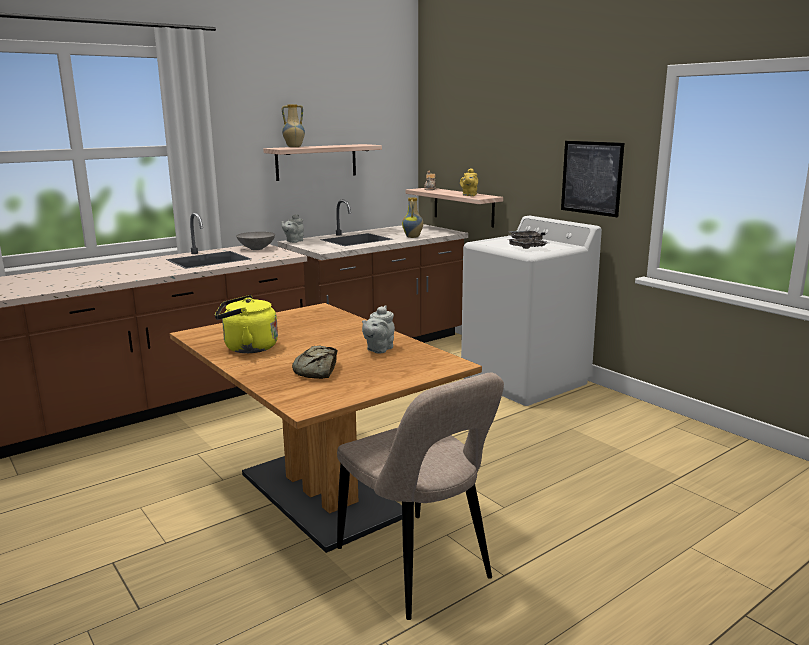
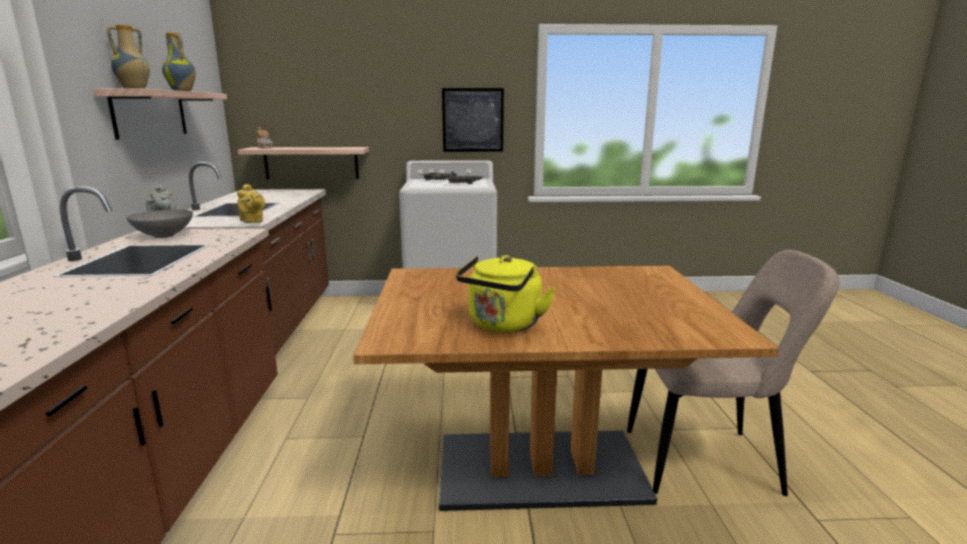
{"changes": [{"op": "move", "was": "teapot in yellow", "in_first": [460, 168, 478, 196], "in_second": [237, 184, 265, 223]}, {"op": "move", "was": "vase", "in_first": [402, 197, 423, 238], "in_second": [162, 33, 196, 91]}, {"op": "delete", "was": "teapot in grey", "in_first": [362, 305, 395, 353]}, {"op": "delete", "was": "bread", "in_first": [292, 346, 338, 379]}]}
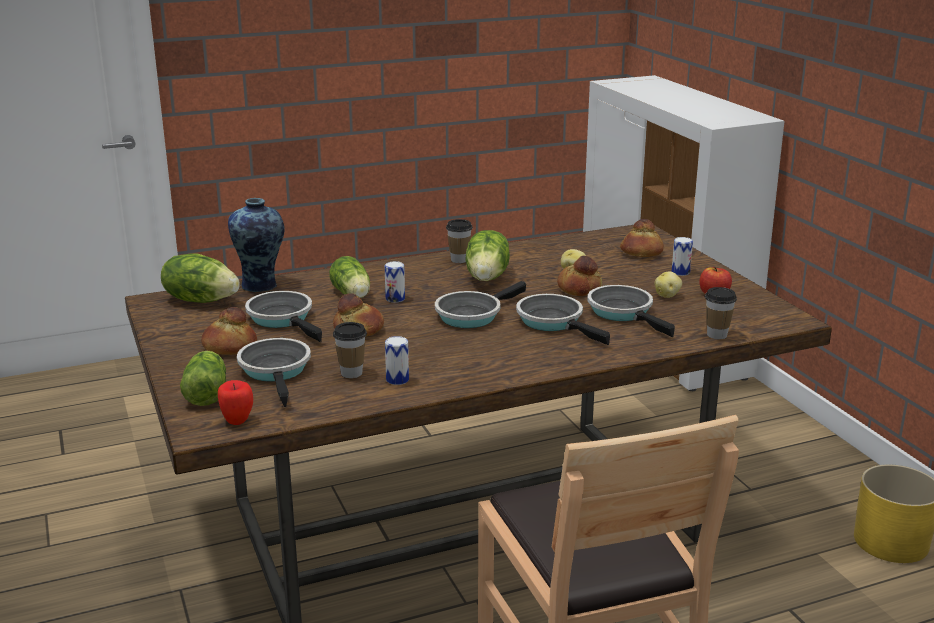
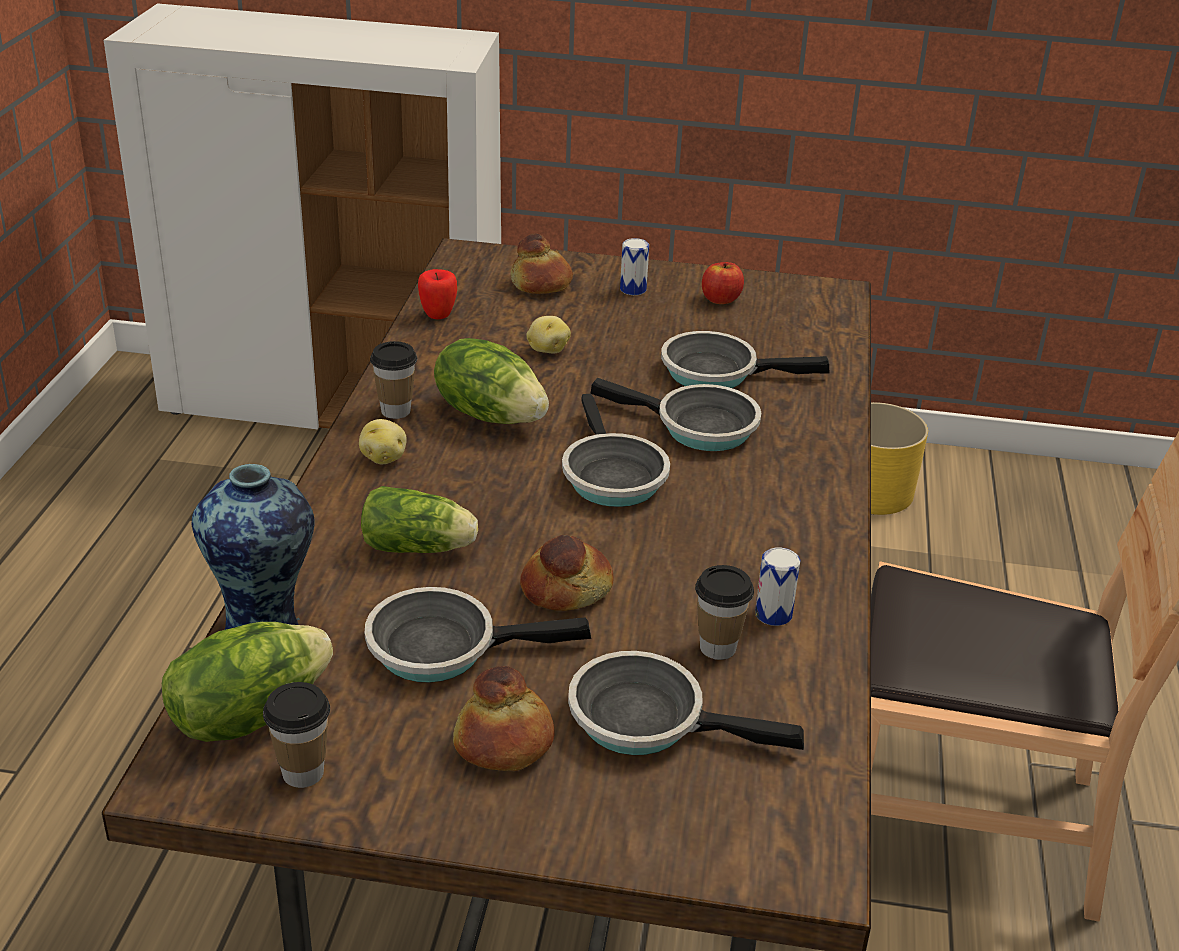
{"changes": [{"op": "delete", "was": "bread", "in_first": [557, 256, 602, 296]}, {"op": "delete", "was": "can", "in_first": [385, 261, 405, 303]}, {"op": "move", "was": "potato", "in_first": [655, 272, 682, 298], "in_second": [359, 419, 407, 464]}, {"op": "move", "was": "cup", "in_first": [705, 287, 737, 339], "in_second": [263, 682, 330, 788]}, {"op": "rotate", "was": "frying pan", "in_first": [516, 294, 610, 345], "in_second": [590, 378, 761, 451], "clockwise": -150}, {"op": "delete", "was": "lettuce", "in_first": [180, 351, 226, 406]}, {"op": "move", "was": "apple", "in_first": [218, 380, 253, 425], "in_second": [418, 269, 457, 319]}]}
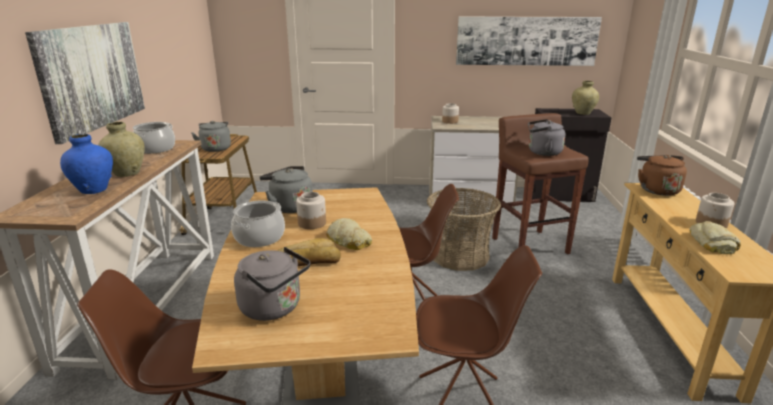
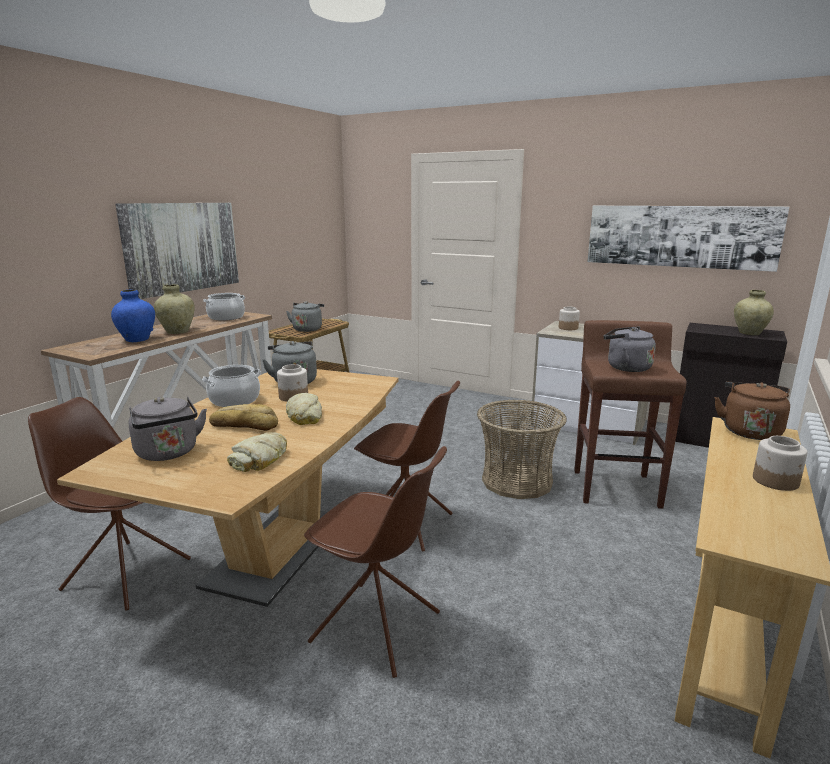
{"changes": [{"op": "move", "was": "bread", "in_first": [689, 221, 741, 254], "in_second": [227, 432, 287, 472]}]}
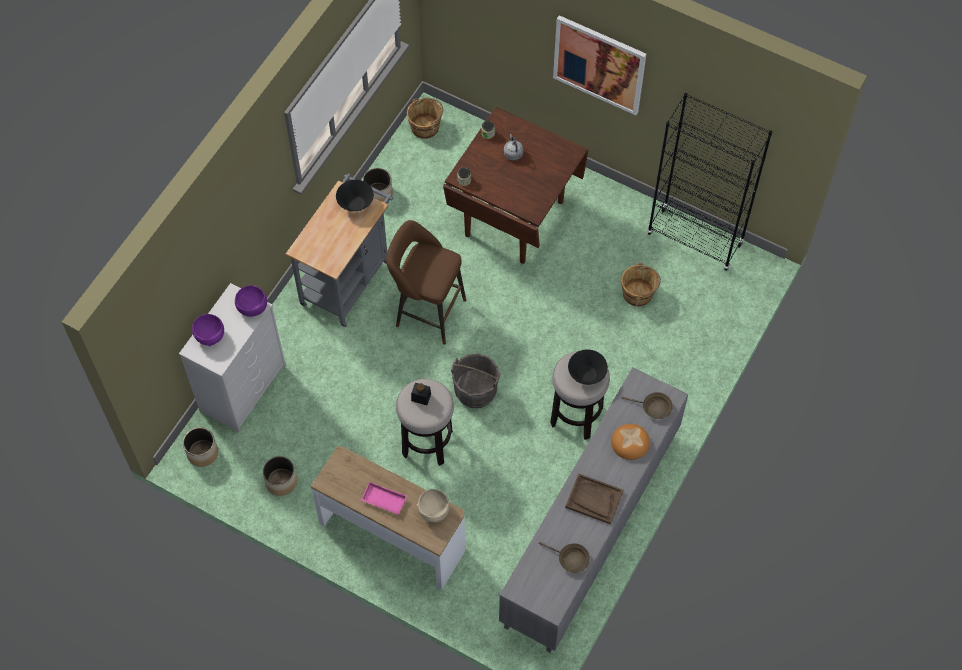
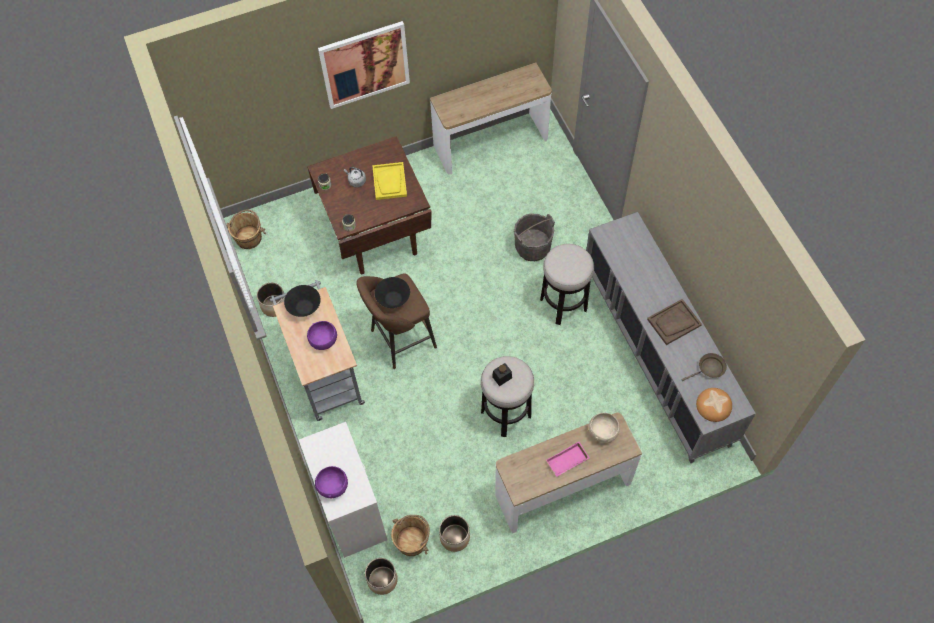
{"changes": [{"op": "replace", "was": "bookcase in black", "now": "console table", "in_first": [647, 93, 772, 271], "in_second": [430, 63, 551, 174]}, {"op": "move", "was": "bucket in brown", "in_first": [621, 262, 661, 307], "in_second": [391, 515, 430, 556]}, {"op": "move", "was": "bowl in purple", "in_first": [235, 285, 267, 317], "in_second": [307, 321, 337, 350]}, {"op": "move", "was": "bowl in black", "in_first": [568, 349, 608, 385], "in_second": [375, 277, 410, 308]}, {"op": "move", "was": "bucket in grey", "in_first": [451, 353, 501, 408], "in_second": [514, 213, 555, 261]}, {"op": "delete", "was": "frying pan in brown", "in_first": [621, 392, 673, 419]}, {"op": "move", "was": "bread", "in_first": [611, 424, 650, 460], "in_second": [696, 388, 732, 422]}, {"op": "insert", "now": "tray in yellow", "in_second": [372, 162, 407, 200]}]}
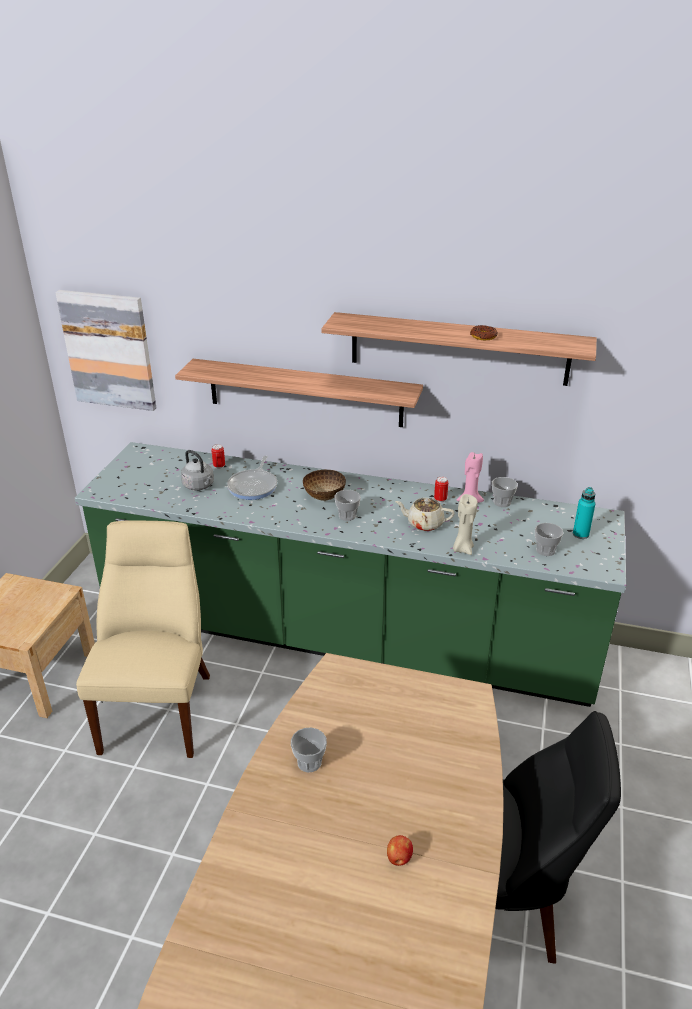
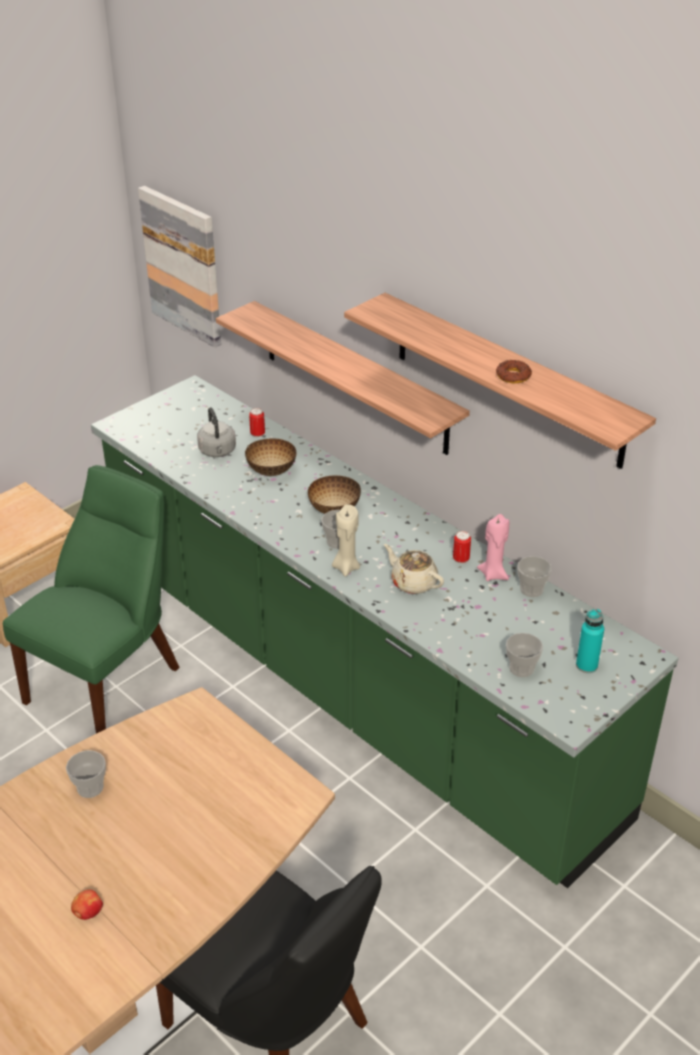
{"changes": [{"op": "replace", "was": "frying pan", "now": "bowl", "in_first": [227, 456, 277, 500], "in_second": [245, 438, 297, 476]}, {"op": "move", "was": "candle in beige", "in_first": [453, 494, 478, 555], "in_second": [332, 504, 360, 577]}, {"op": "recolor", "was": "chair in beige", "now": "chair in green", "in_first": [76, 520, 210, 758], "in_second": [3, 465, 180, 733]}]}
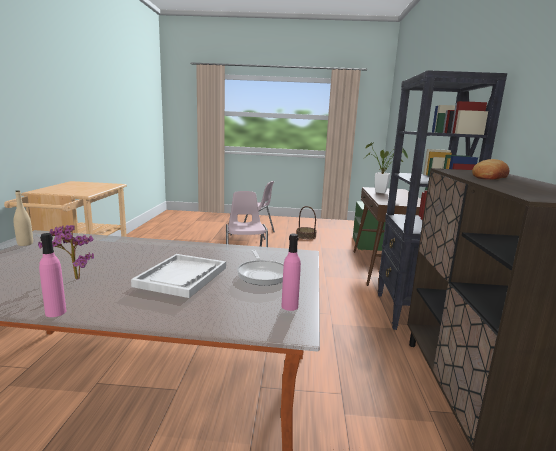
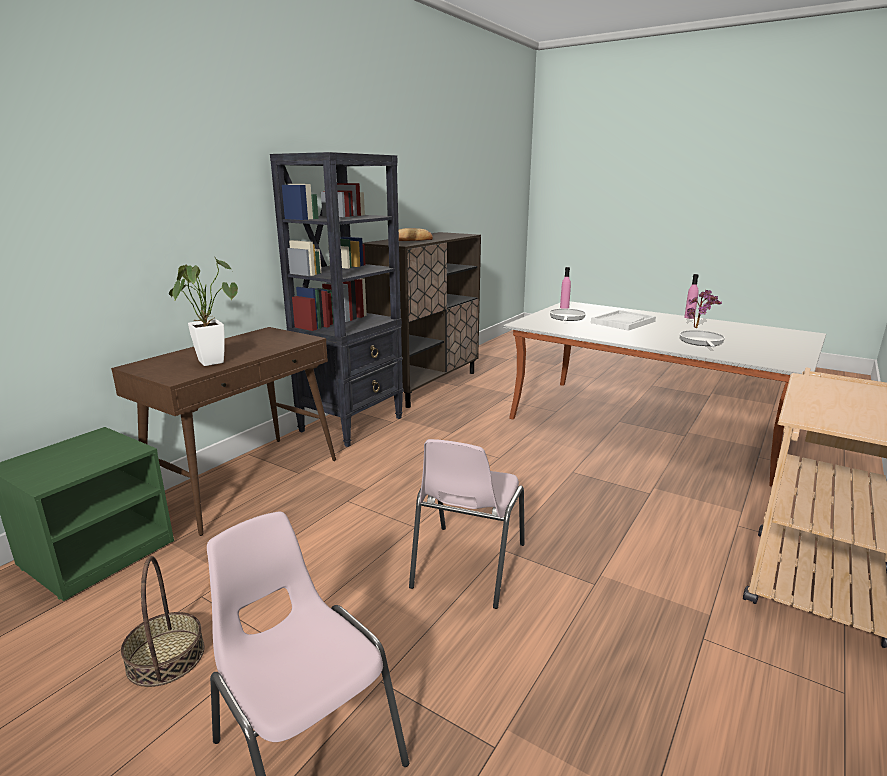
{"changes": [{"op": "delete", "was": "bottle in beige", "in_first": [13, 190, 33, 246]}, {"op": "insert", "now": "frying pan", "in_second": [679, 330, 725, 347]}]}
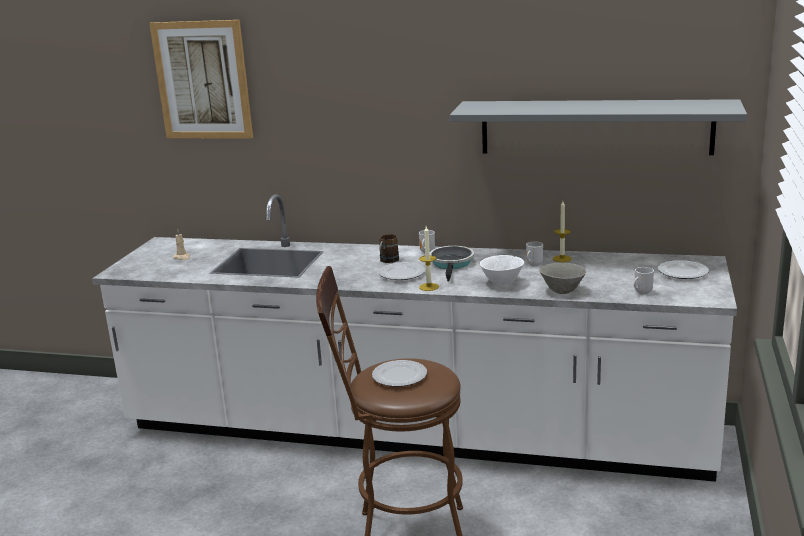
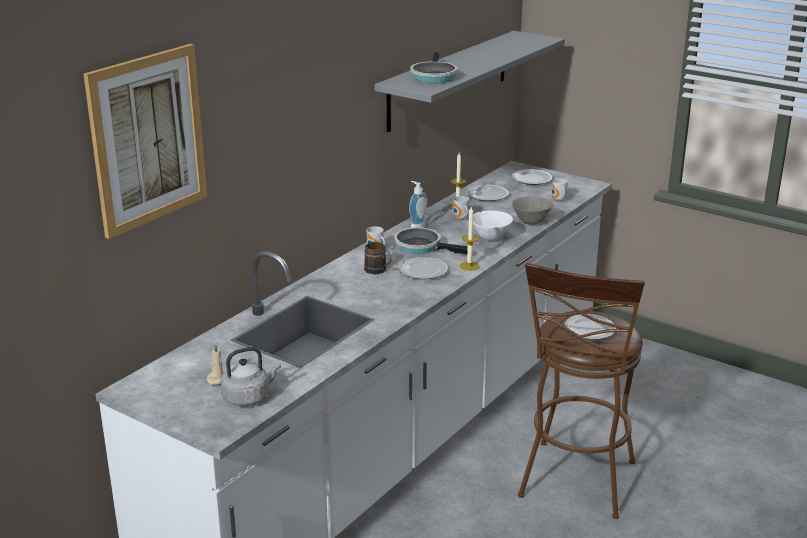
{"changes": [{"op": "insert", "now": "frying pan", "in_second": [410, 52, 457, 84]}, {"op": "insert", "now": "soap dispenser", "in_second": [409, 181, 427, 228]}, {"op": "insert", "now": "plate", "in_second": [467, 185, 509, 201]}, {"op": "insert", "now": "kettle in grey", "in_second": [221, 347, 281, 406]}]}
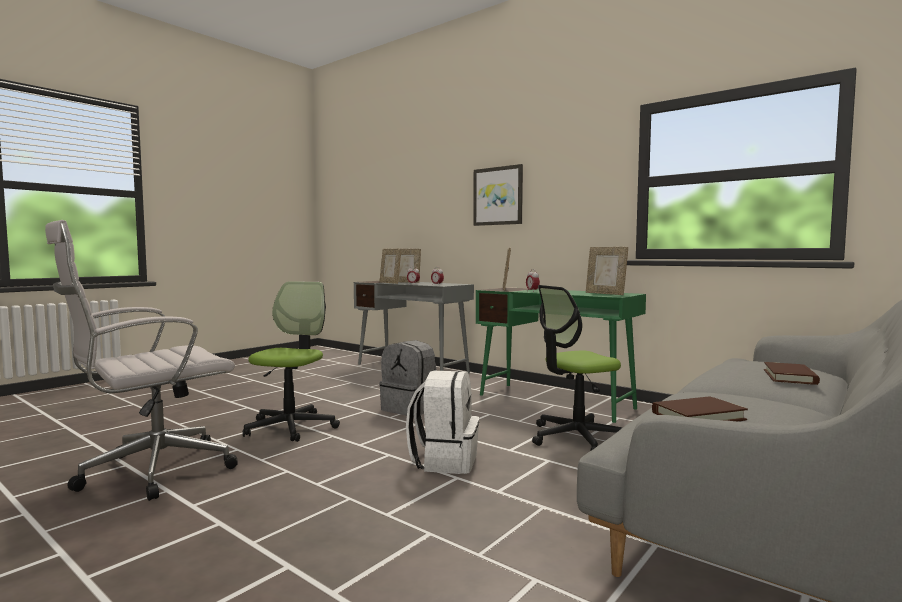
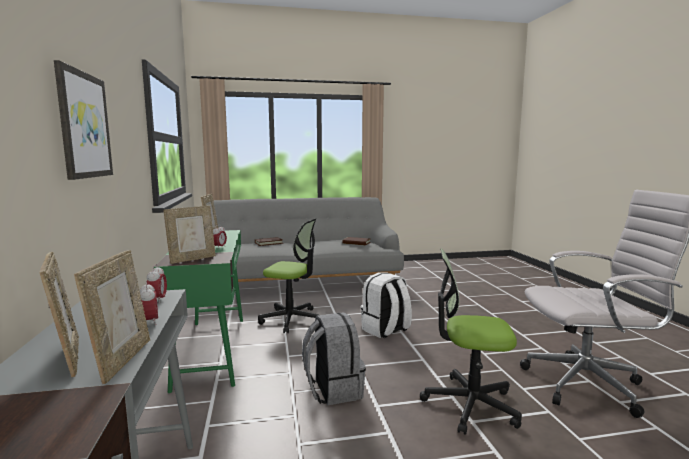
{"changes": [{"op": "rotate", "was": "office chair", "in_first": [243, 281, 340, 442], "in_second": [420, 248, 522, 435], "clockwise": 45}]}
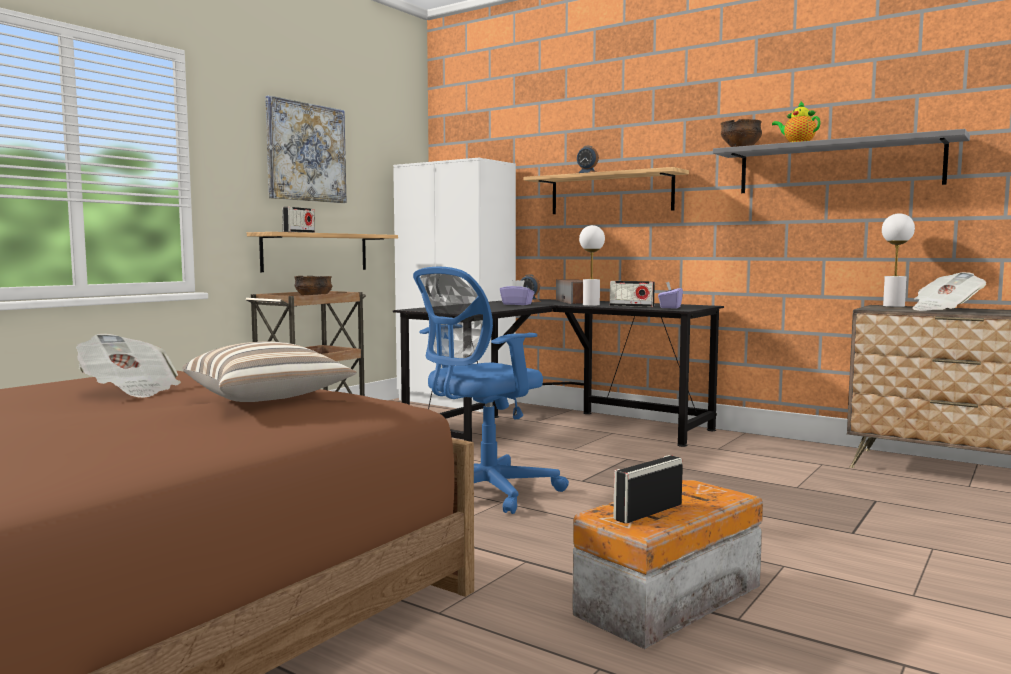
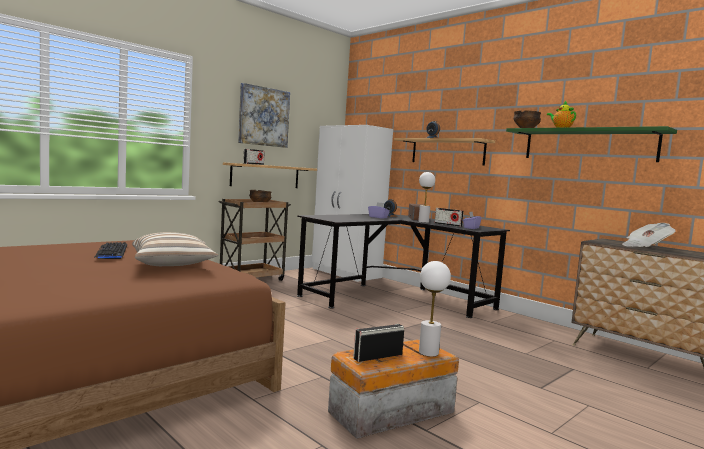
{"changes": [{"op": "recolor", "was": "shelf in grey", "now": "shelf in green", "in_first": [713, 129, 970, 193], "in_second": [506, 126, 677, 162]}, {"op": "move", "was": "table lamp in white", "in_first": [882, 213, 915, 307], "in_second": [419, 261, 451, 357]}, {"op": "delete", "was": "office chair in blue", "in_first": [413, 267, 569, 514]}, {"op": "replace", "was": "newspaper", "now": "keyboard", "in_first": [76, 334, 181, 398], "in_second": [94, 242, 127, 259]}]}
